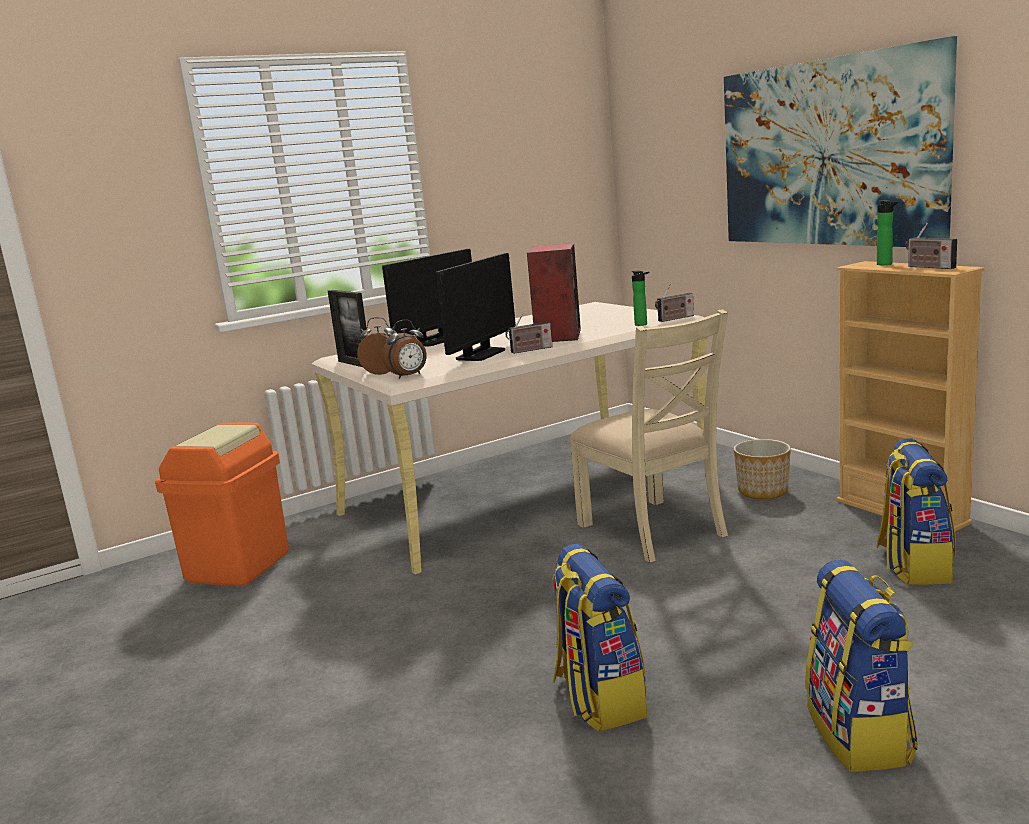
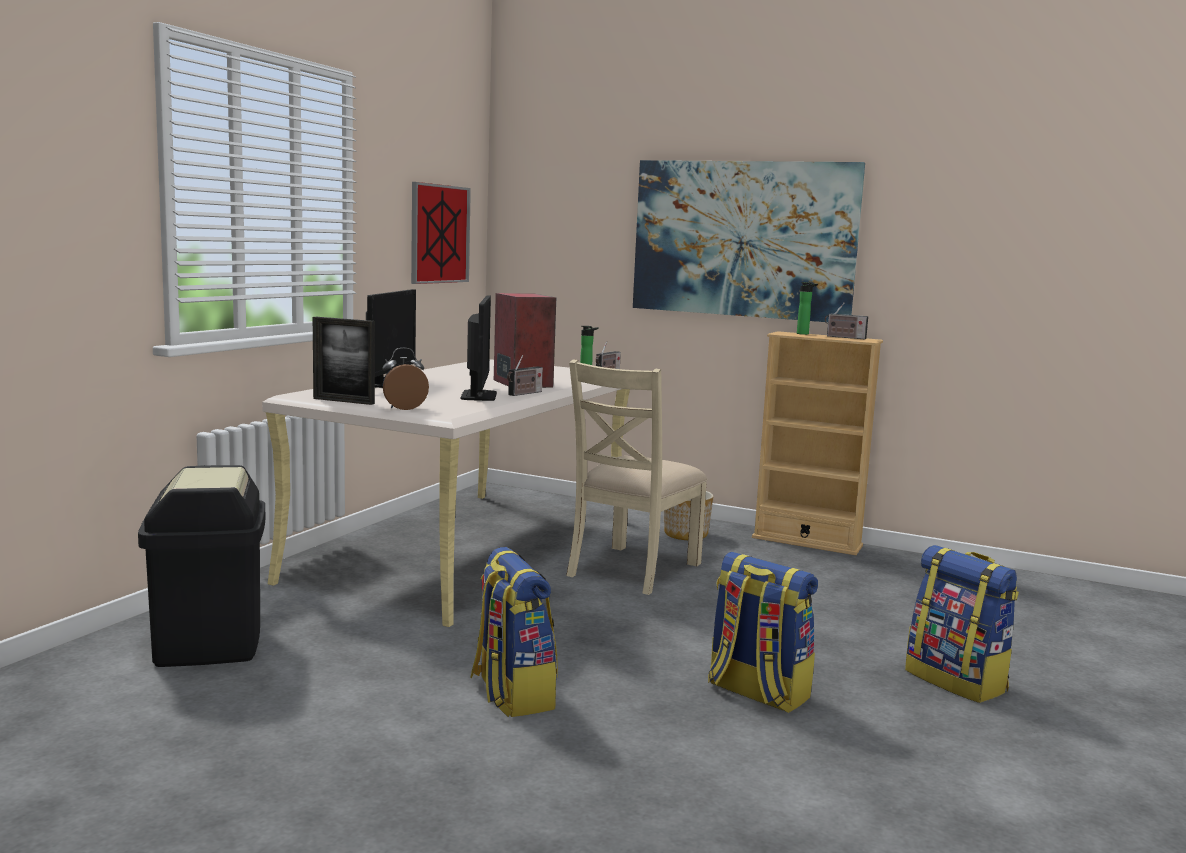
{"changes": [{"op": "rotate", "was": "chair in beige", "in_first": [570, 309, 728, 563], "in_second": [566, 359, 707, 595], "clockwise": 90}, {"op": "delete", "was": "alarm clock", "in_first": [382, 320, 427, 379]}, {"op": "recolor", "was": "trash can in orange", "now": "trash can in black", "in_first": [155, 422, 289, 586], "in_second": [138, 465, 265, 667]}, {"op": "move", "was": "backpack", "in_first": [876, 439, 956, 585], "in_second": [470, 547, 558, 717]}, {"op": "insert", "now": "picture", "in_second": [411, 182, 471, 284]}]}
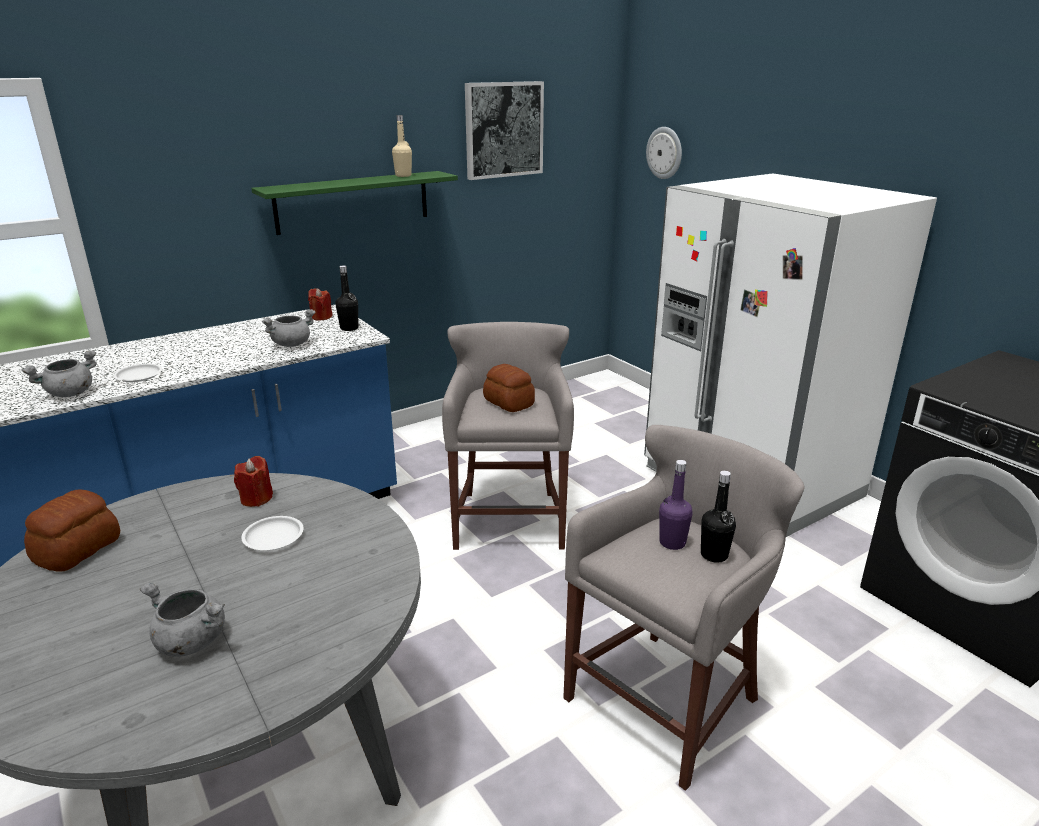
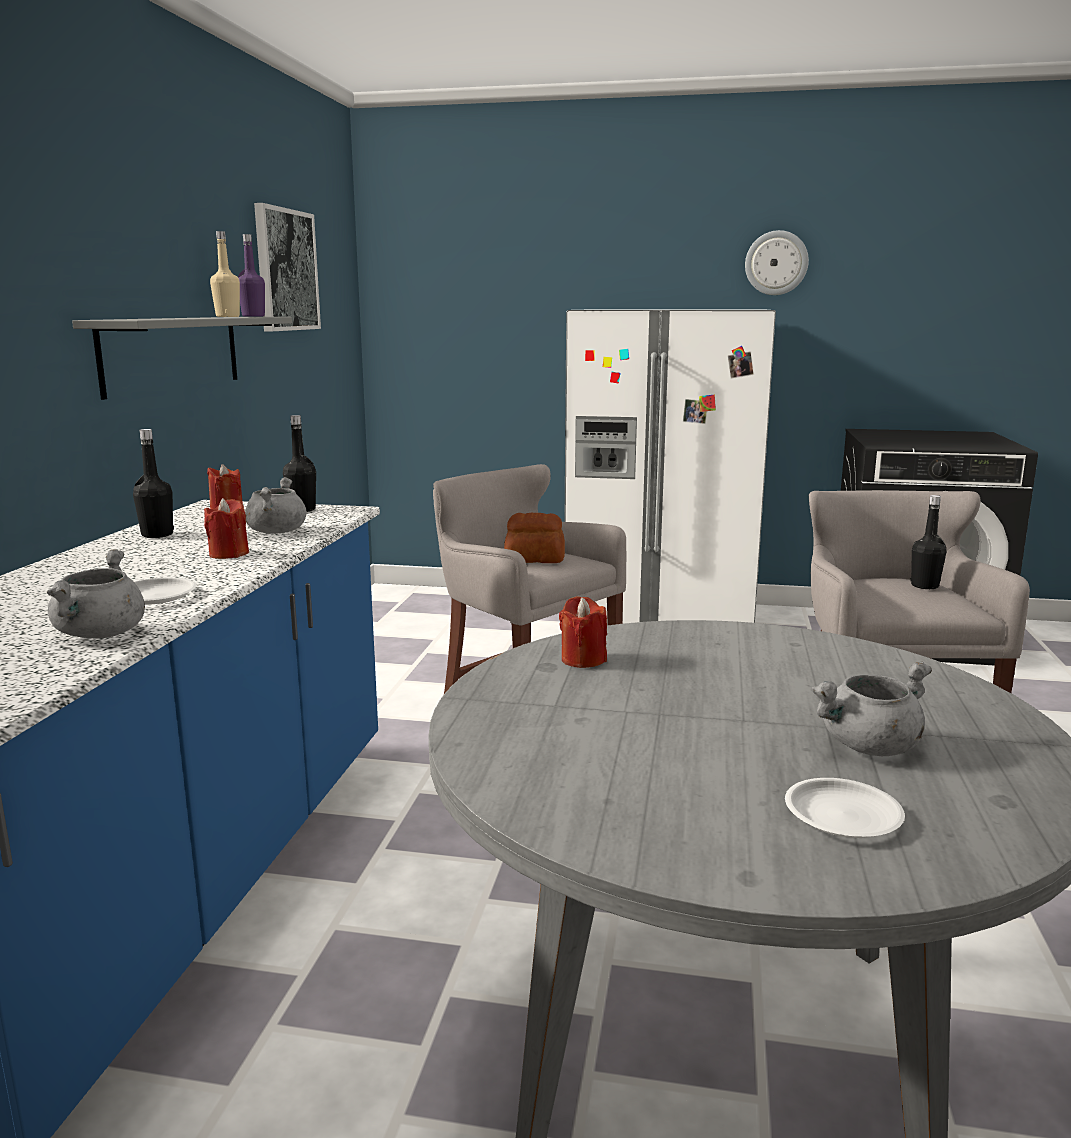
{"changes": [{"op": "move", "was": "wall clock", "in_first": [646, 127, 682, 179], "in_second": [745, 230, 809, 295]}, {"op": "recolor", "was": "shelf in green", "now": "shelf in grey", "in_first": [251, 171, 458, 235], "in_second": [72, 317, 292, 400]}, {"op": "move", "was": "bottle in purple", "in_first": [659, 460, 693, 550], "in_second": [238, 234, 265, 317]}, {"op": "delete", "was": "bread", "in_first": [24, 489, 120, 572]}, {"op": "move", "was": "plate in white", "in_first": [241, 516, 303, 550], "in_second": [785, 778, 905, 838]}, {"op": "insert", "now": "bottle in black", "in_second": [133, 429, 174, 538]}, {"op": "insert", "now": "candle in red", "in_second": [204, 498, 249, 559]}]}
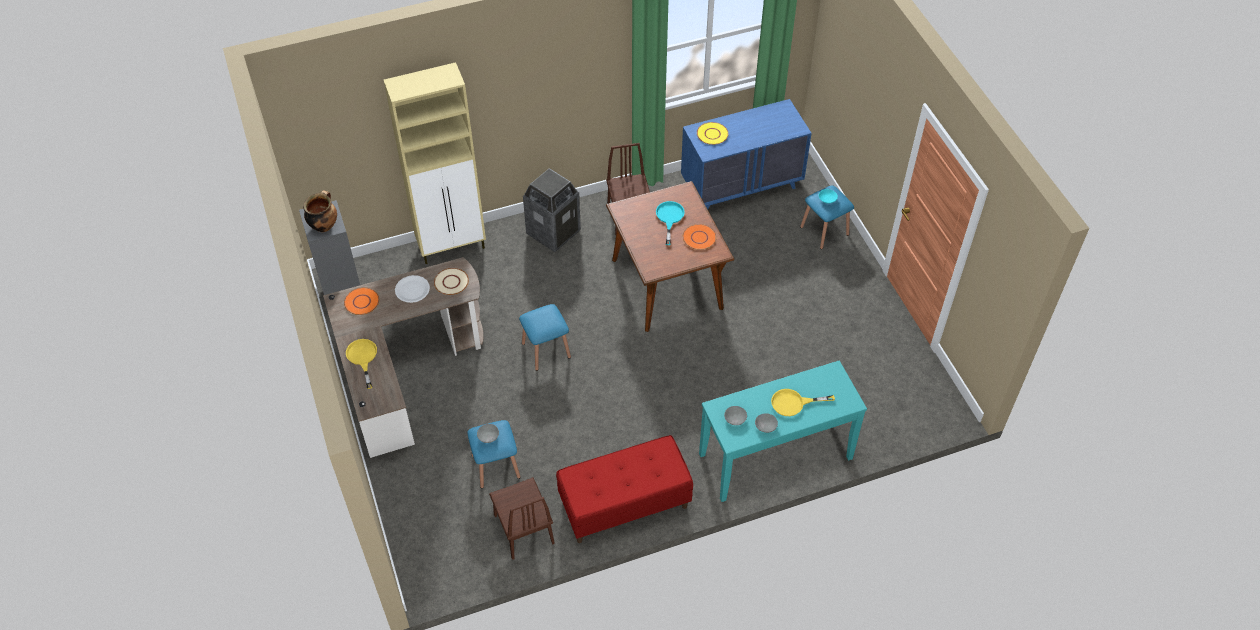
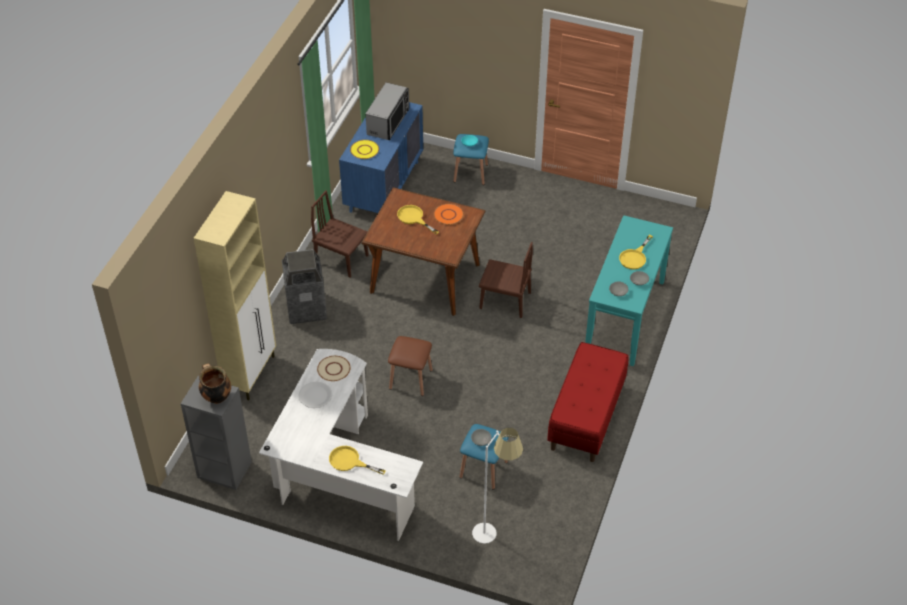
{"changes": [{"op": "recolor", "was": "frying pan in turquoise", "now": "frying pan in yellow", "in_first": [656, 201, 685, 245], "in_second": [397, 205, 439, 234]}, {"op": "recolor", "was": "desk in brown", "now": "desk in white", "in_first": [323, 257, 483, 458], "in_second": [259, 349, 423, 541]}, {"op": "delete", "was": "plate in orange", "in_first": [344, 287, 379, 315]}, {"op": "recolor", "was": "stool in blue", "now": "stool in brown", "in_first": [519, 304, 571, 371], "in_second": [388, 336, 433, 396]}, {"op": "move", "was": "chair in brown", "in_first": [489, 477, 555, 560], "in_second": [479, 242, 533, 318]}, {"op": "insert", "now": "microwave", "in_second": [365, 82, 409, 140]}, {"op": "insert", "now": "floor lamp in white", "in_second": [472, 428, 523, 544]}]}
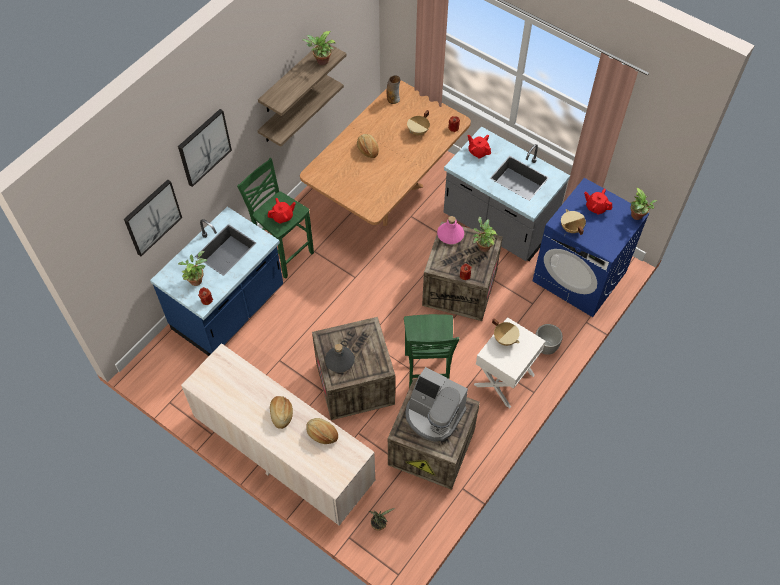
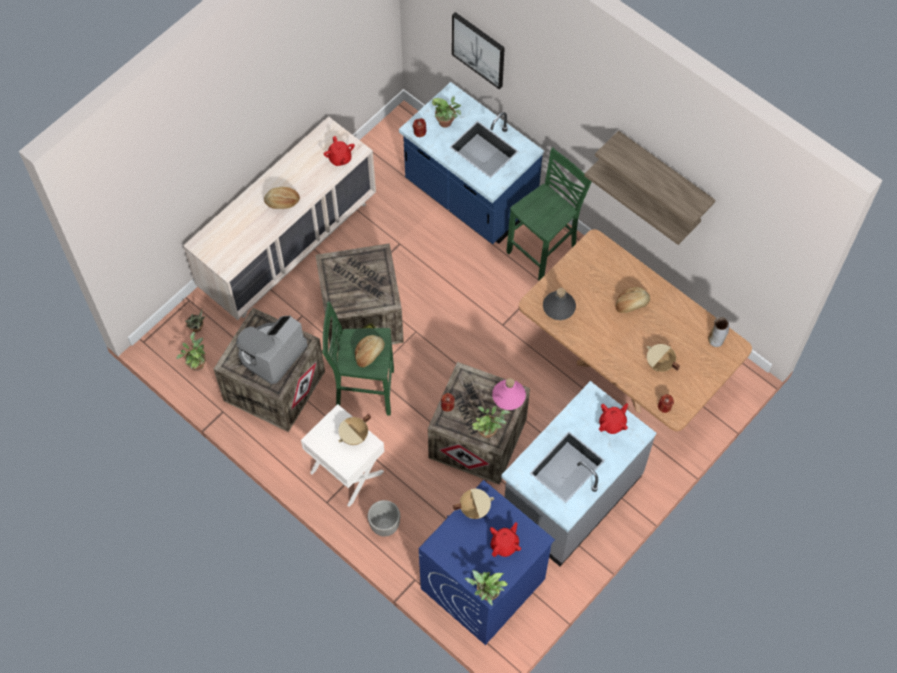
{"changes": [{"op": "move", "was": "potted plant", "in_first": [302, 31, 335, 65], "in_second": [176, 332, 205, 371]}, {"op": "delete", "was": "picture", "in_first": [178, 109, 232, 187]}, {"op": "move", "was": "teapot in red", "in_first": [267, 198, 296, 224], "in_second": [323, 136, 355, 166]}, {"op": "move", "was": "bottle in grey", "in_first": [325, 344, 354, 373], "in_second": [543, 288, 576, 320]}, {"op": "move", "was": "bread", "in_first": [306, 418, 338, 444], "in_second": [355, 335, 385, 367]}]}
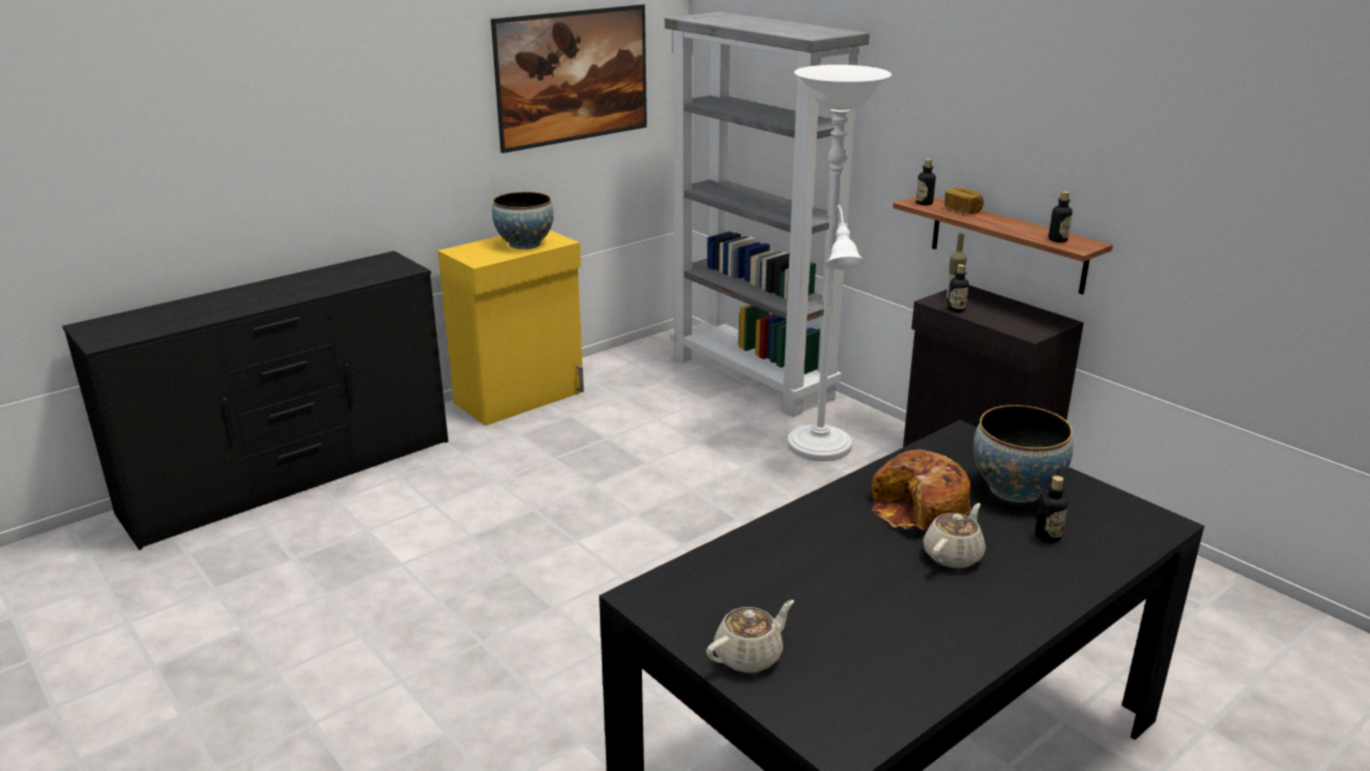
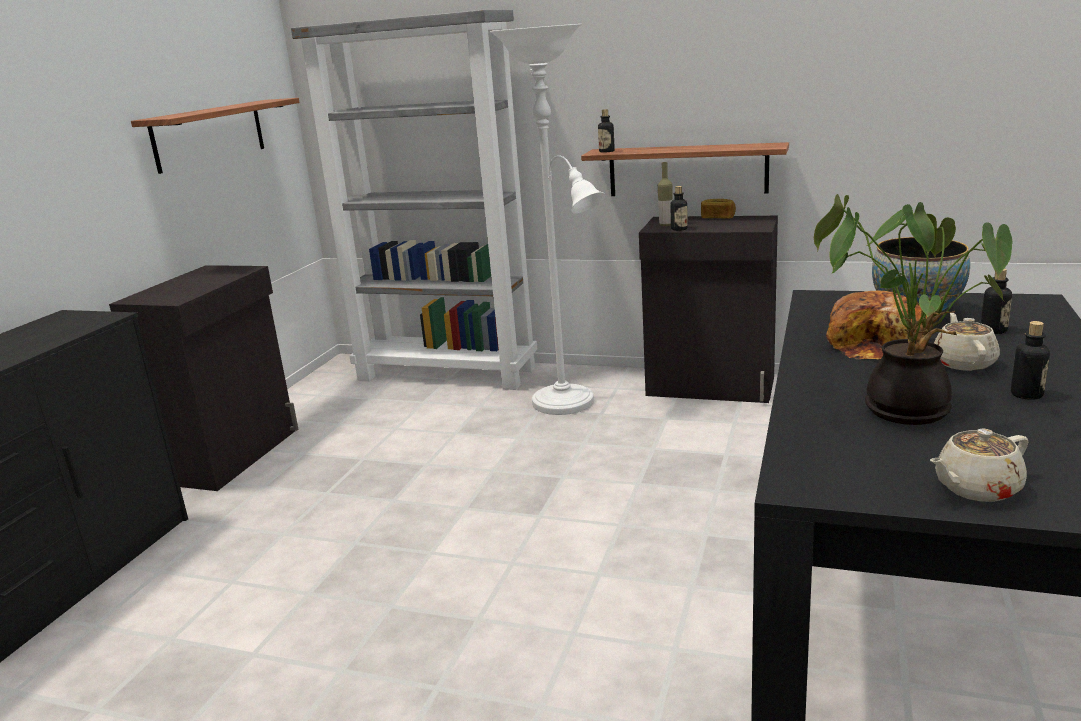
{"changes": [{"op": "replace", "was": "picture", "now": "shelf", "in_first": [491, 4, 647, 153], "in_second": [131, 98, 300, 174]}, {"op": "move", "was": "bread", "in_first": [944, 187, 984, 214], "in_second": [701, 199, 736, 219]}, {"op": "move", "was": "bottle", "in_first": [1048, 191, 1072, 243], "in_second": [1011, 321, 1050, 400]}, {"op": "delete", "was": "bowl", "in_first": [492, 192, 554, 249]}, {"op": "recolor", "was": "cabinet in yellow", "now": "cabinet in black", "in_first": [438, 230, 584, 426], "in_second": [109, 265, 298, 491]}, {"op": "rotate", "was": "teapot in beige", "in_first": [706, 600, 794, 673], "in_second": [930, 429, 1028, 502], "clockwise": -135}, {"op": "insert", "now": "potted plant", "in_second": [814, 194, 1013, 425]}]}
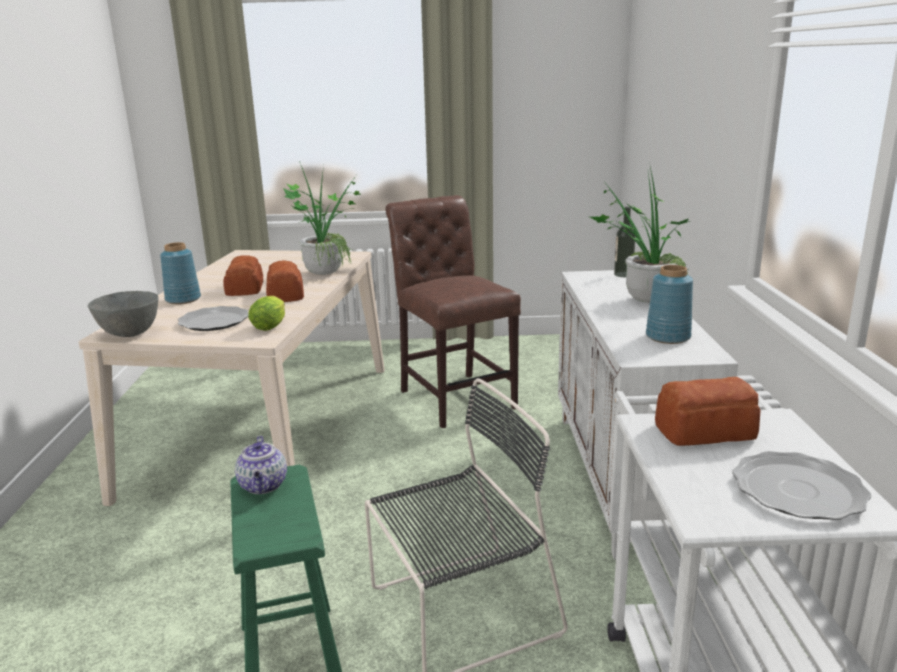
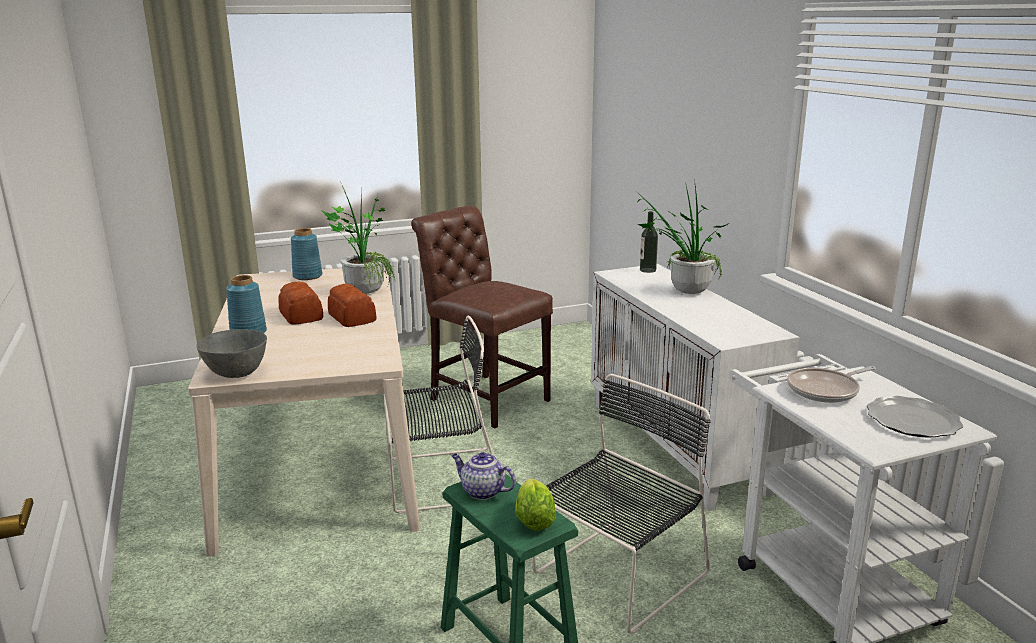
{"changes": [{"op": "move", "was": "vase in blue", "in_first": [646, 265, 693, 344], "in_second": [291, 228, 323, 280]}, {"op": "move", "was": "lettuce", "in_first": [248, 296, 285, 331], "in_second": [515, 478, 556, 531]}, {"op": "delete", "was": "plate", "in_first": [178, 306, 248, 331]}, {"op": "replace", "was": "bread", "now": "frying pan", "in_first": [655, 377, 761, 446], "in_second": [787, 366, 876, 403]}, {"op": "rotate", "was": "teapot", "in_first": [235, 436, 287, 494], "in_second": [451, 452, 516, 500], "clockwise": 150}, {"op": "insert", "now": "chair in black", "in_second": [384, 315, 493, 514]}]}
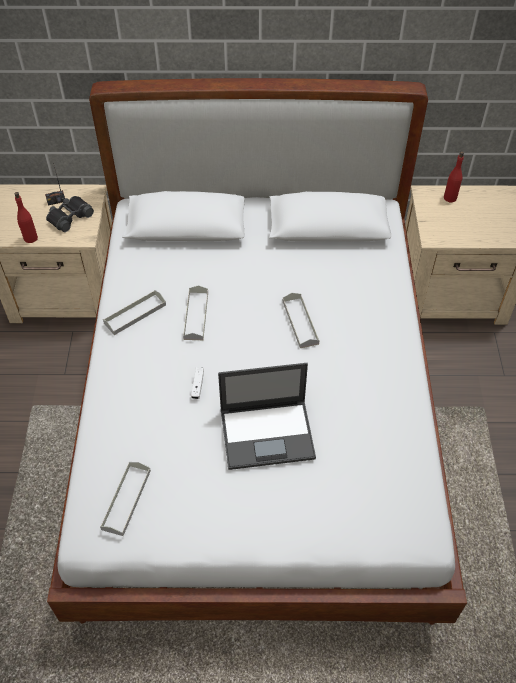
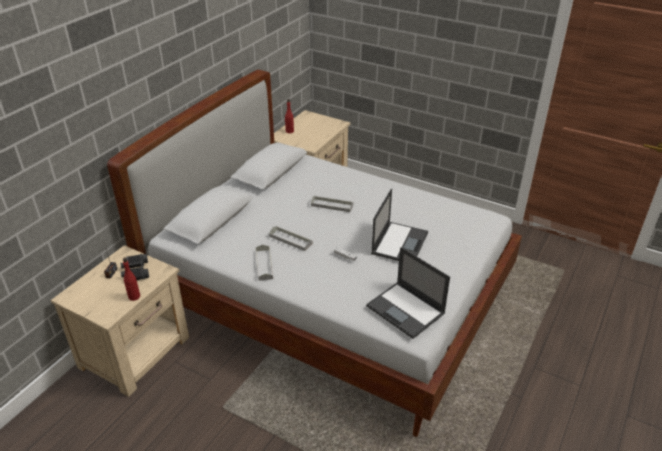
{"changes": [{"op": "replace", "was": "tray in grey", "now": "laptop", "in_first": [100, 462, 151, 536], "in_second": [366, 247, 450, 339]}]}
